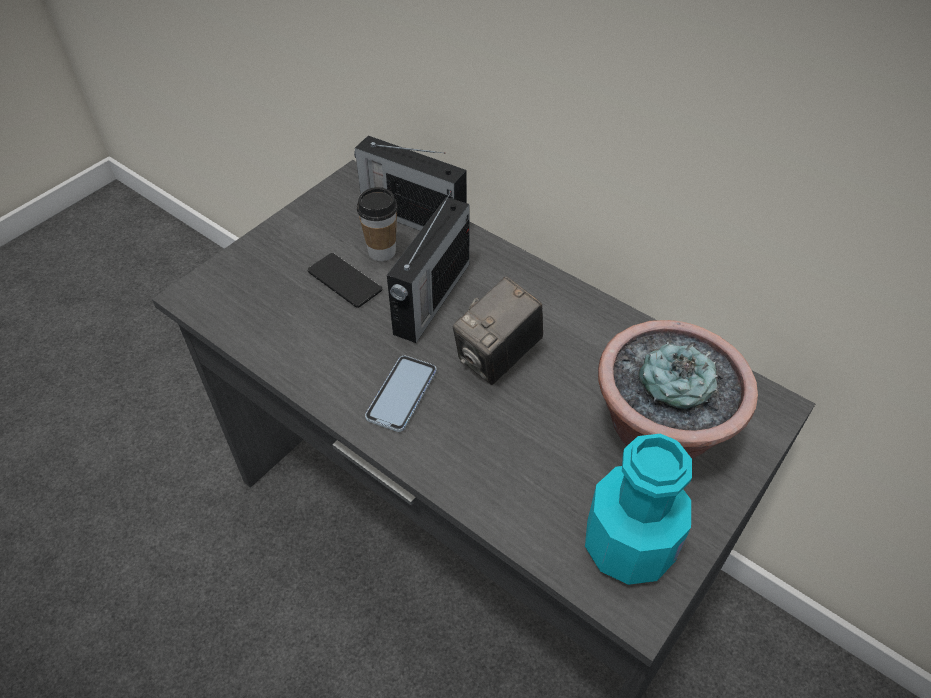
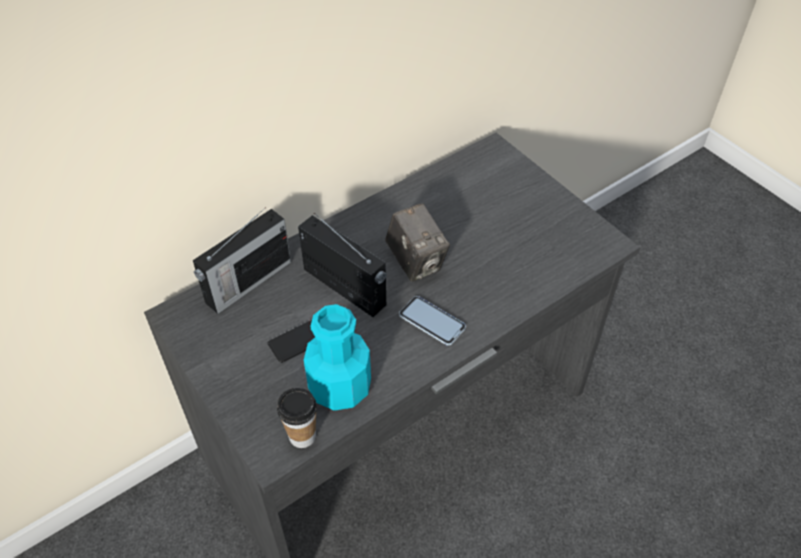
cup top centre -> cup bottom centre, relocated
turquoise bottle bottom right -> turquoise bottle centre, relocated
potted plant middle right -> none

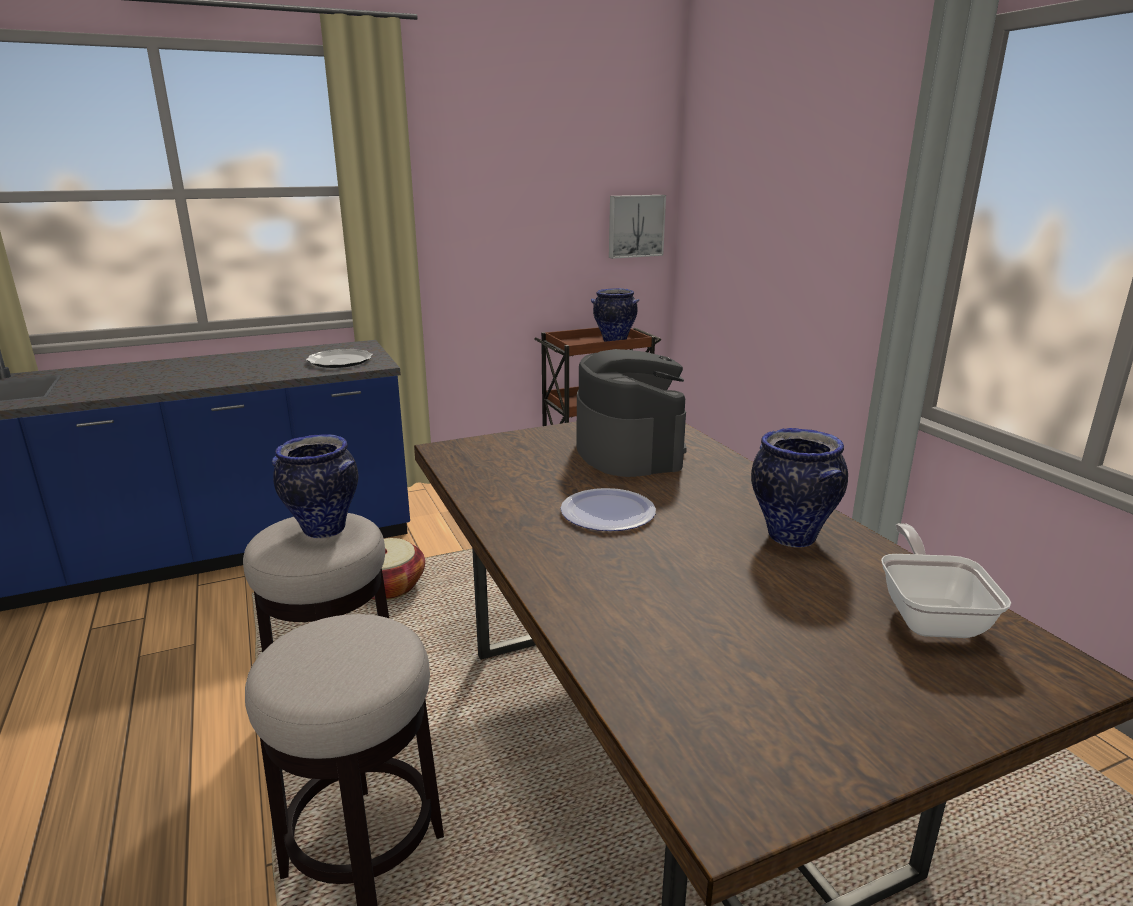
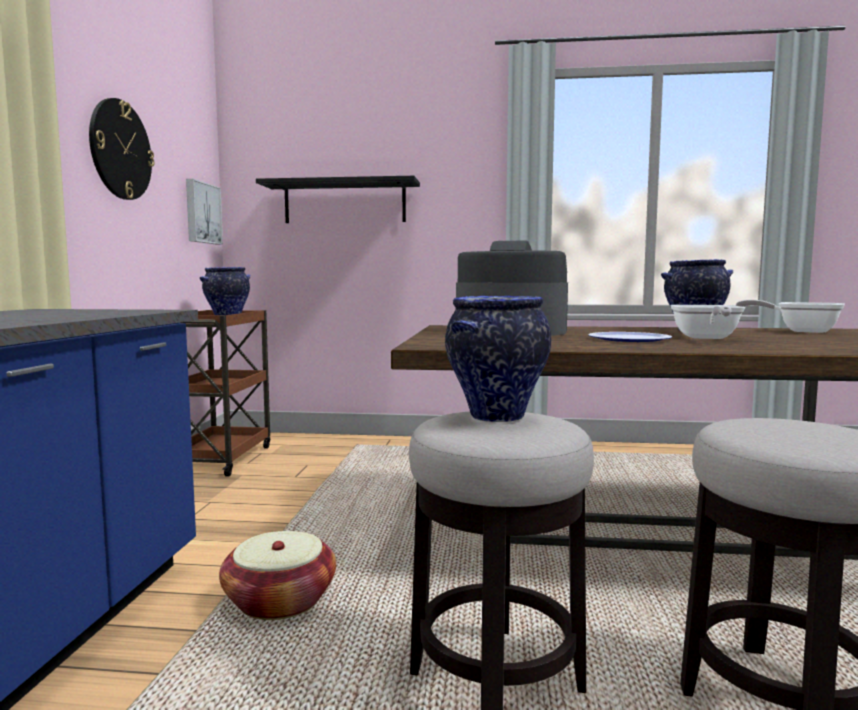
plate (no. 1 from left) middle left -> none
none -> wall clock top left
none -> black shelf top centre
none -> frying pan (no. 1 from left) middle right

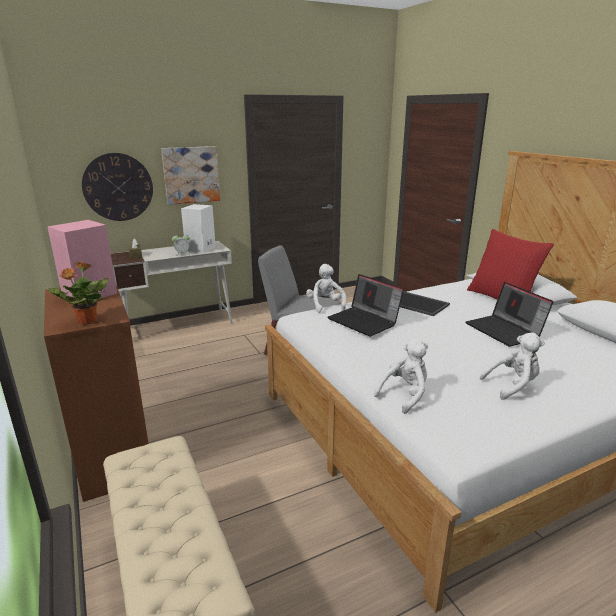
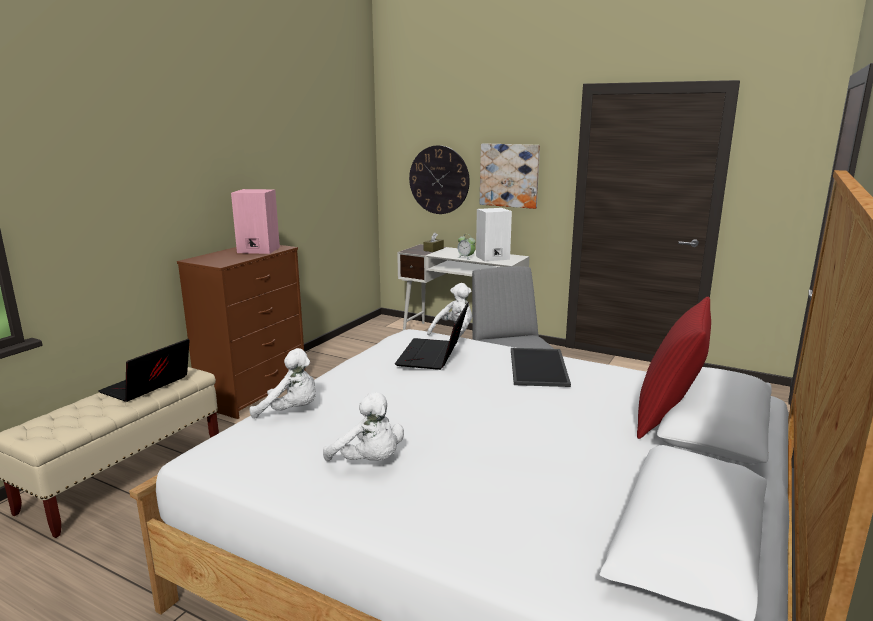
potted plant middle left -> none
laptop (no. 2 from left in the first image) middle right -> laptop (no. 1 from left) middle left, relocated

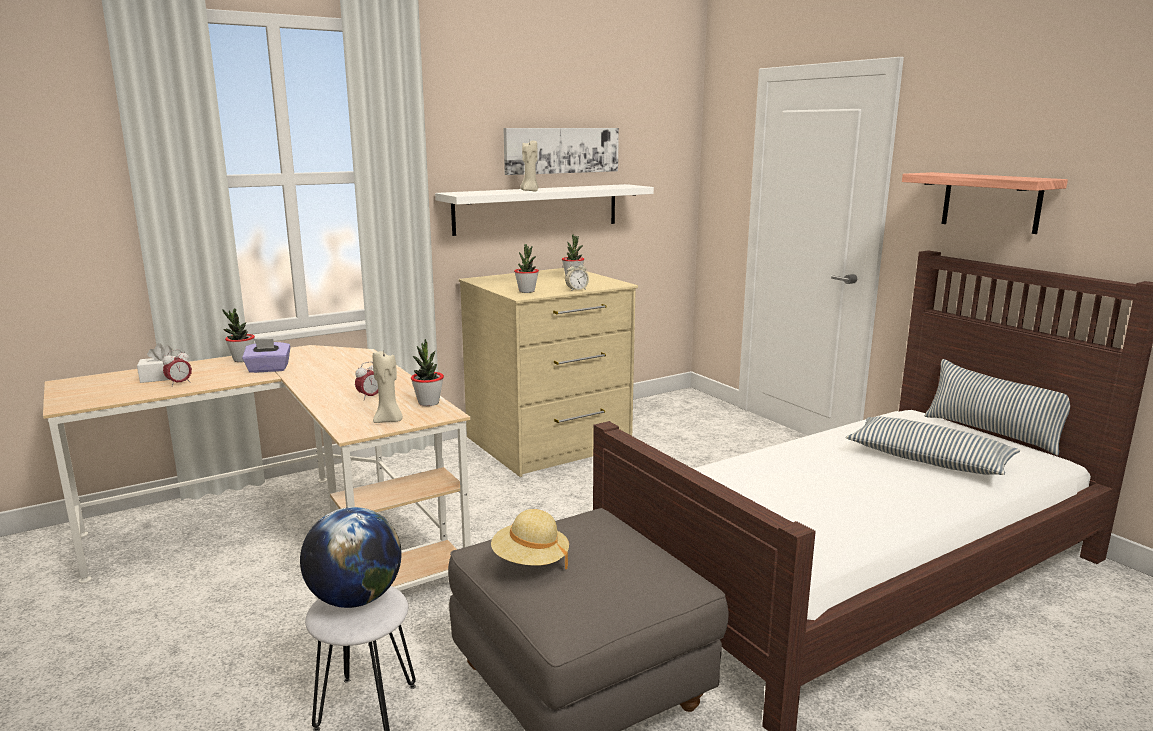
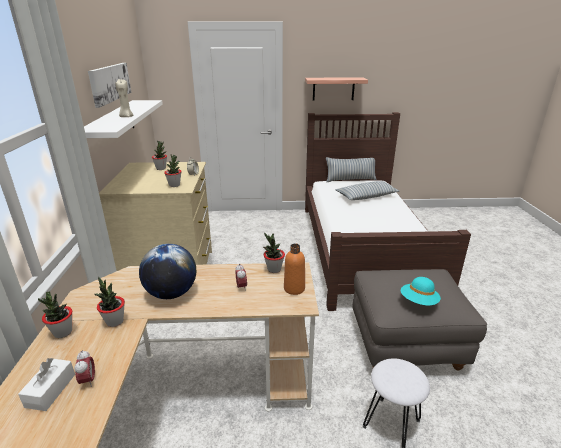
purple tissue box middle left -> potted plant (no. 2 from left) bottom left
globe bottom left -> globe middle left, relocated
beige candle (no. 1 from left) centre -> orange bottle centre
beige hat bottom centre -> turquoise hat middle right

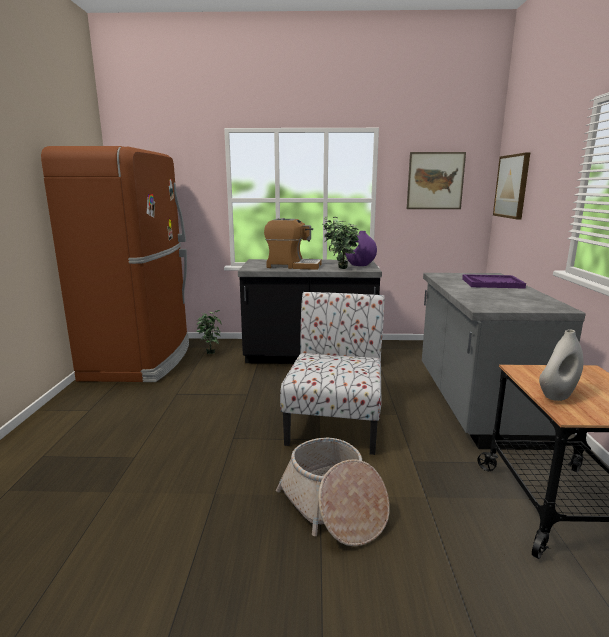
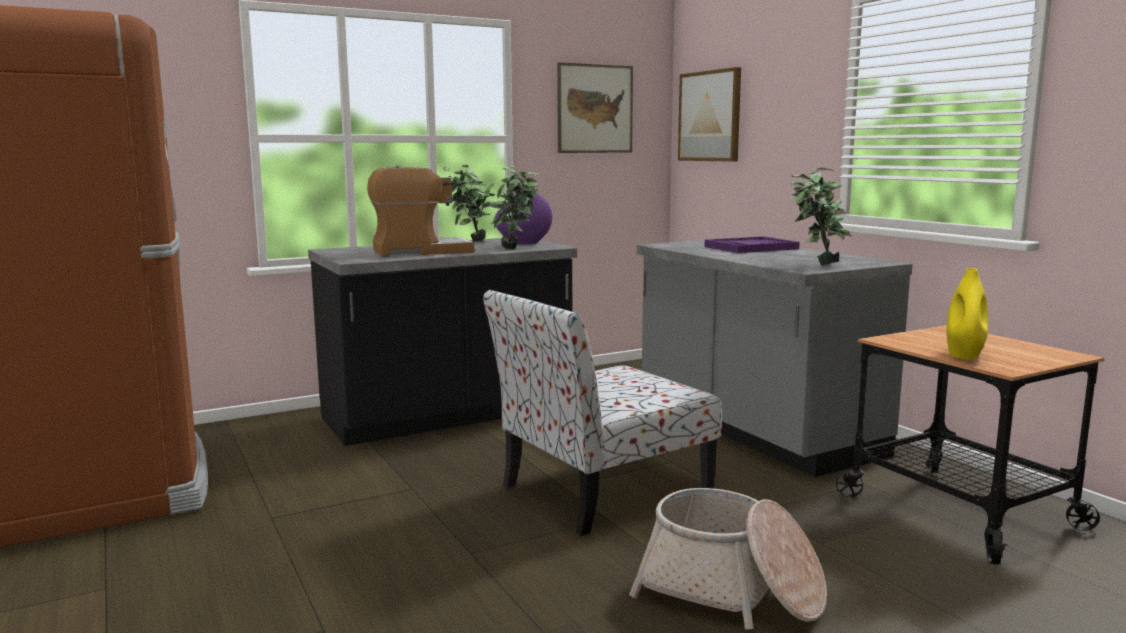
potted plant (no. 1 from left in the first image) centre -> potted plant (no. 3 from left) middle right, relocated
chair centre, 105 degrees counterclockwise
white vase middle right -> yellow vase middle right

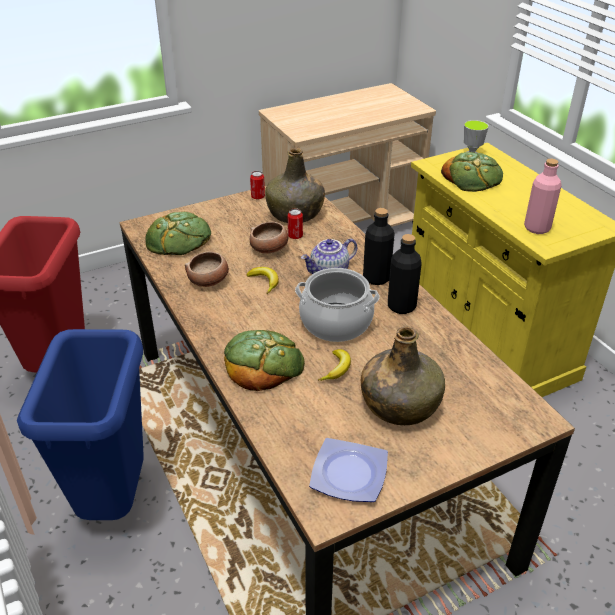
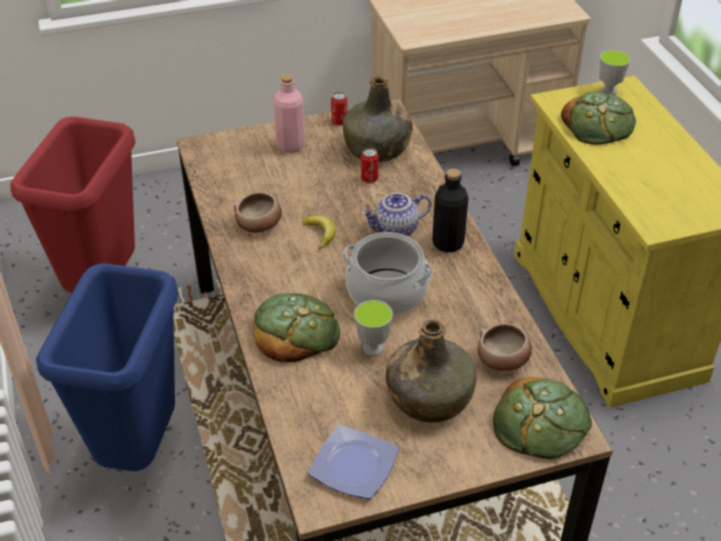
bread (no. 1 from left in the first image) middle left -> bread (no. 2 from left) bottom right, relocated
bowl (no. 2 from left) centre -> bowl (no. 2 from left) middle right, relocated
banana (no. 2 from left) centre -> cup (no. 1 from left) centre
black bottle (no. 2 from left) centre -> none
pink bottle top right -> pink bottle top centre, relocated

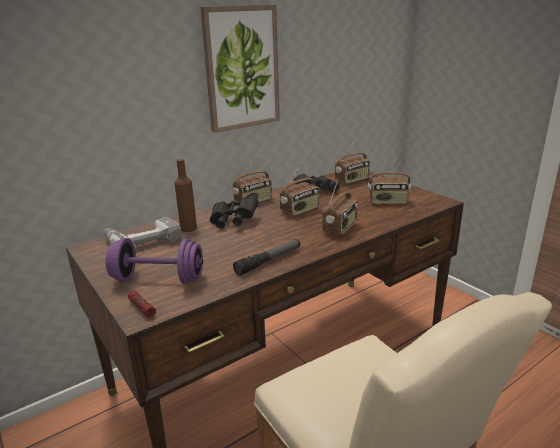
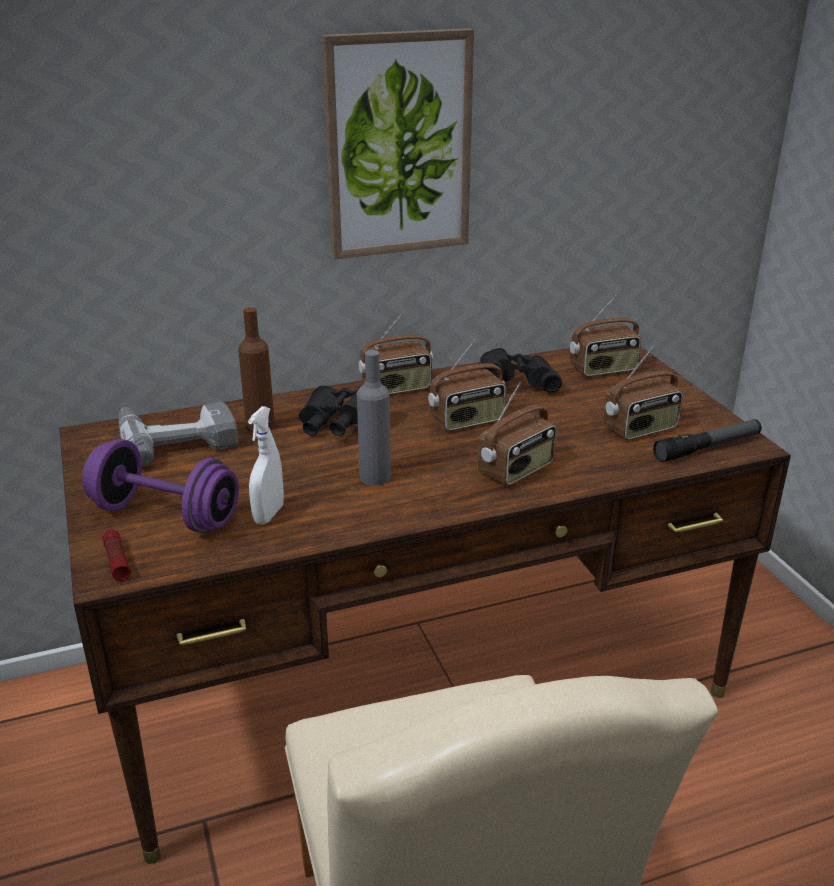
flashlight (no. 2 from left) centre -> flashlight (no. 2 from left) middle right, relocated
radio (no. 5 from left) middle right, 45 degrees counterclockwise
none -> white spray bottle middle left
none -> grey bottle centre

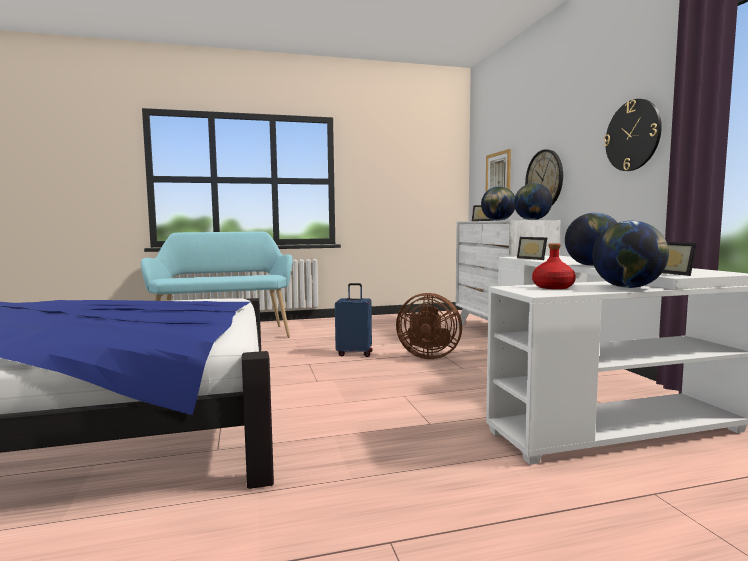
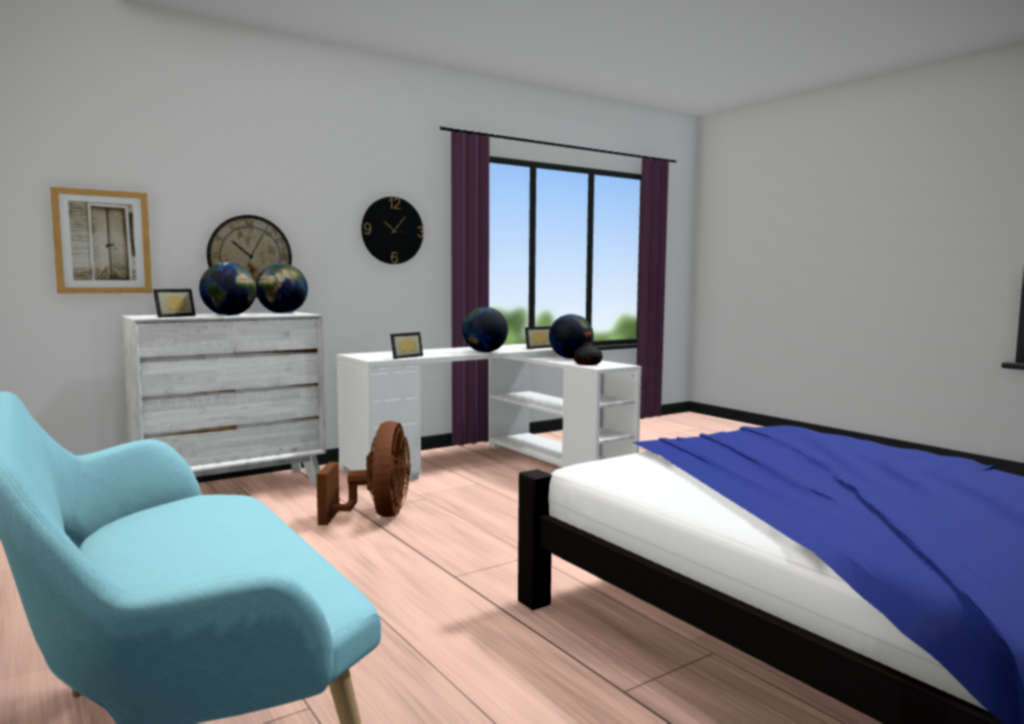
blue suitcase centre -> none
red bottle middle right -> black bottle centre

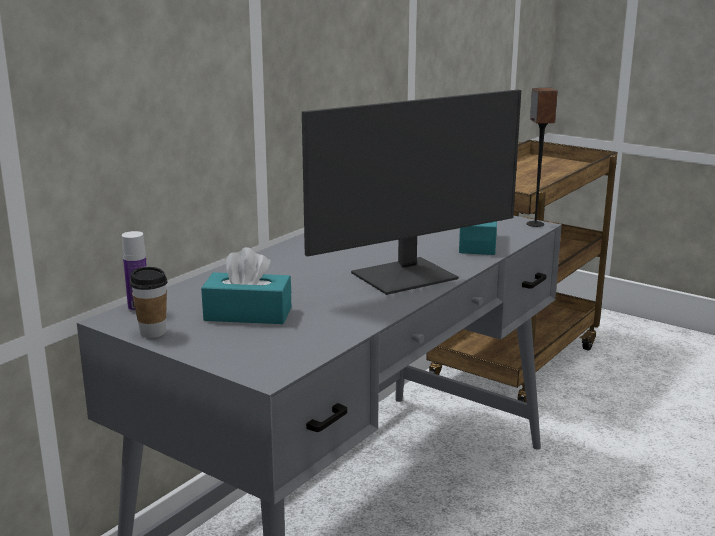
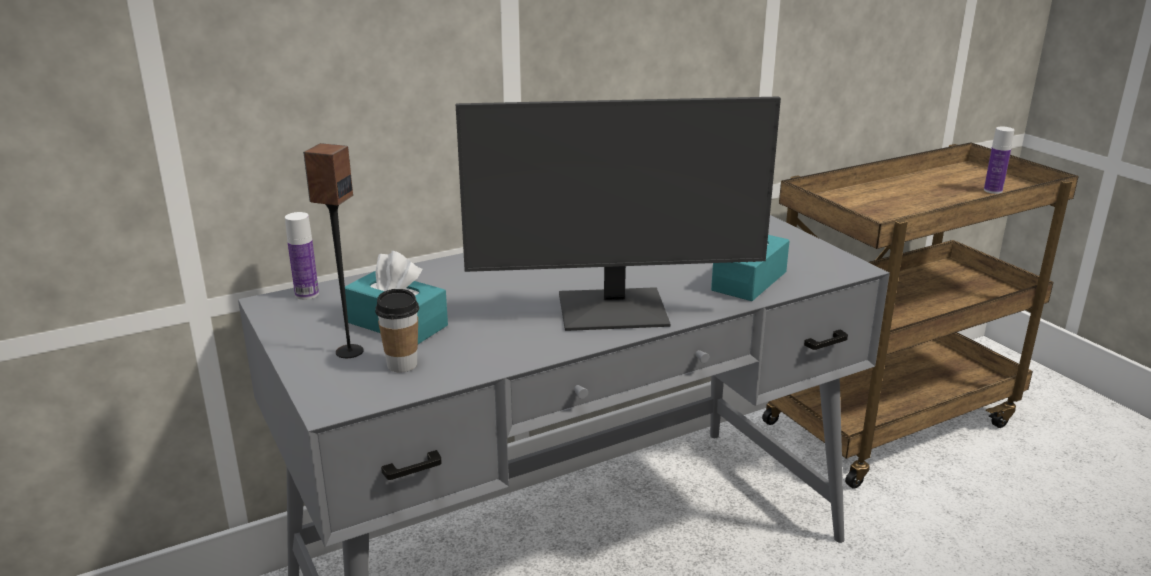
cup middle left -> cup centre, relocated
speaker top right -> speaker middle left, relocated
none -> bottle (no. 2 from left) top right

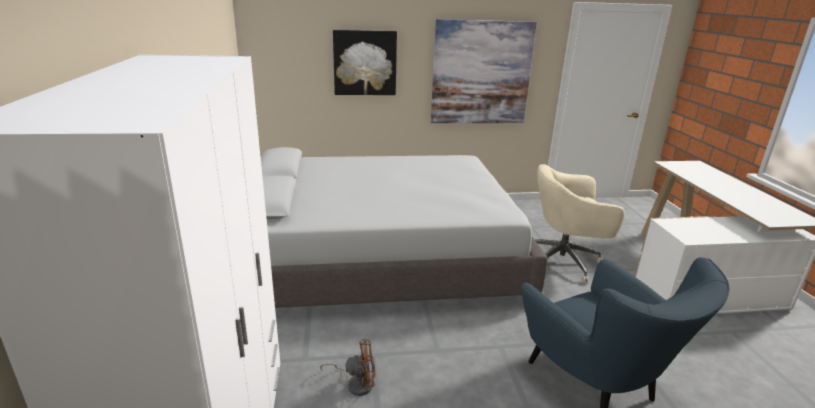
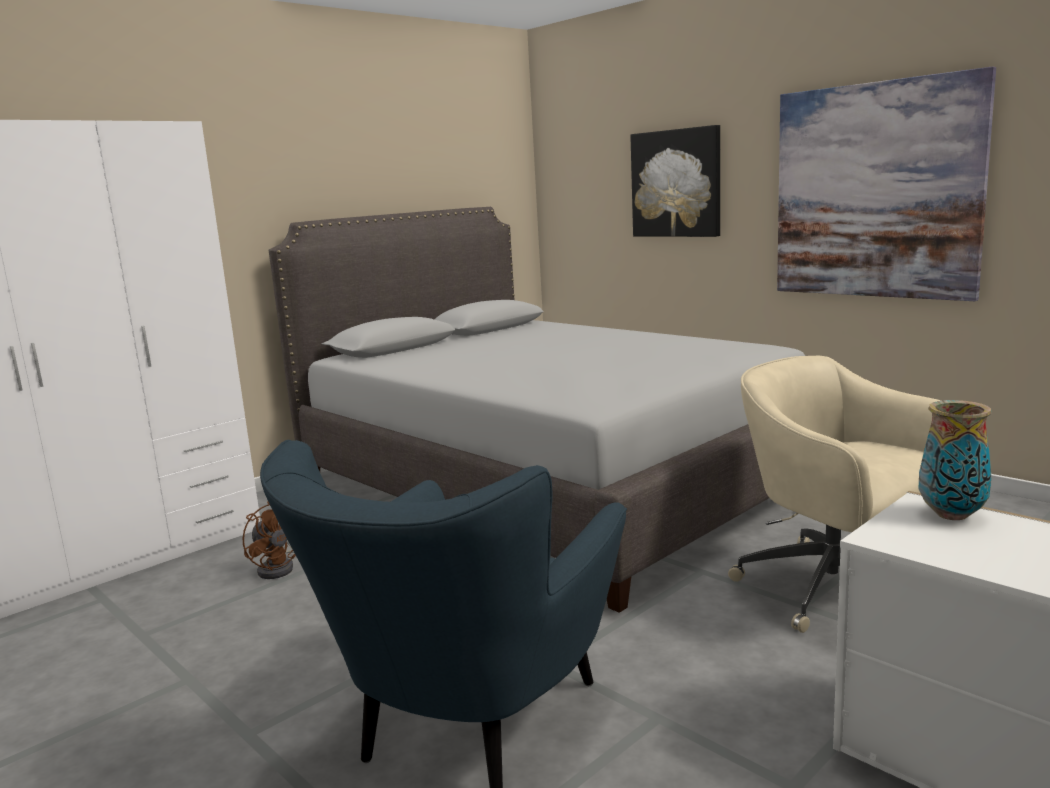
none -> vase middle right

